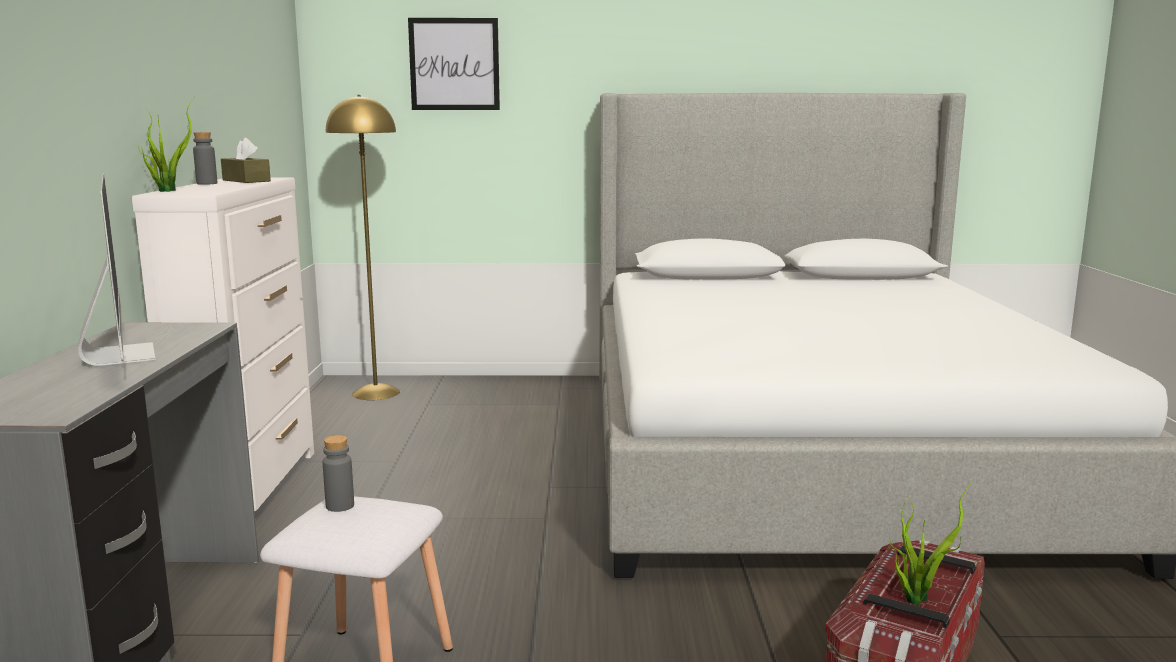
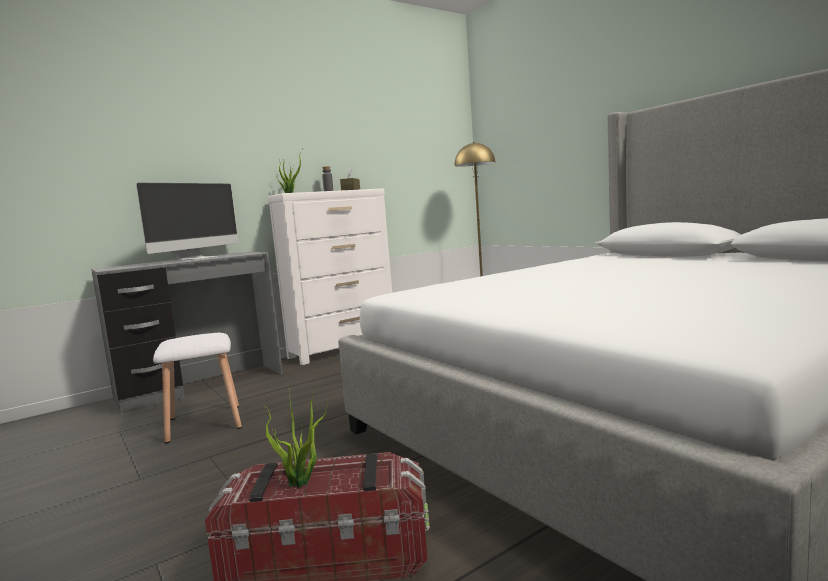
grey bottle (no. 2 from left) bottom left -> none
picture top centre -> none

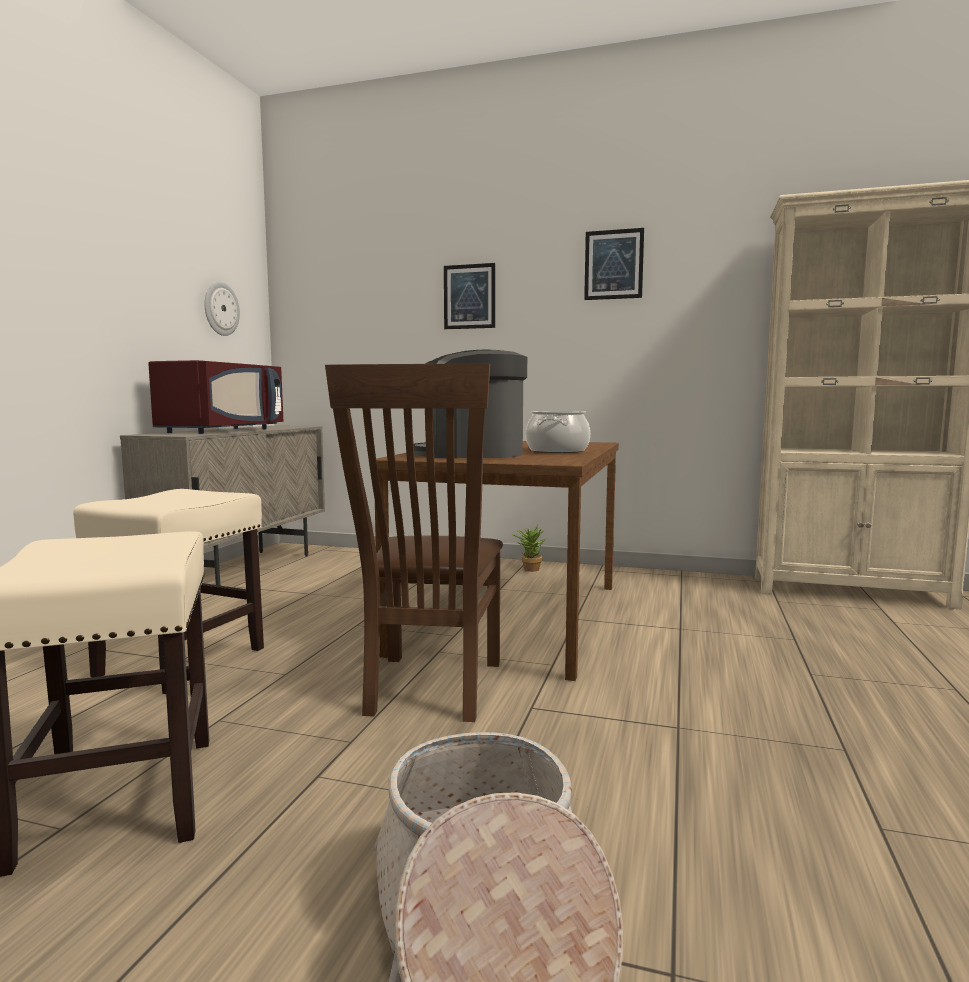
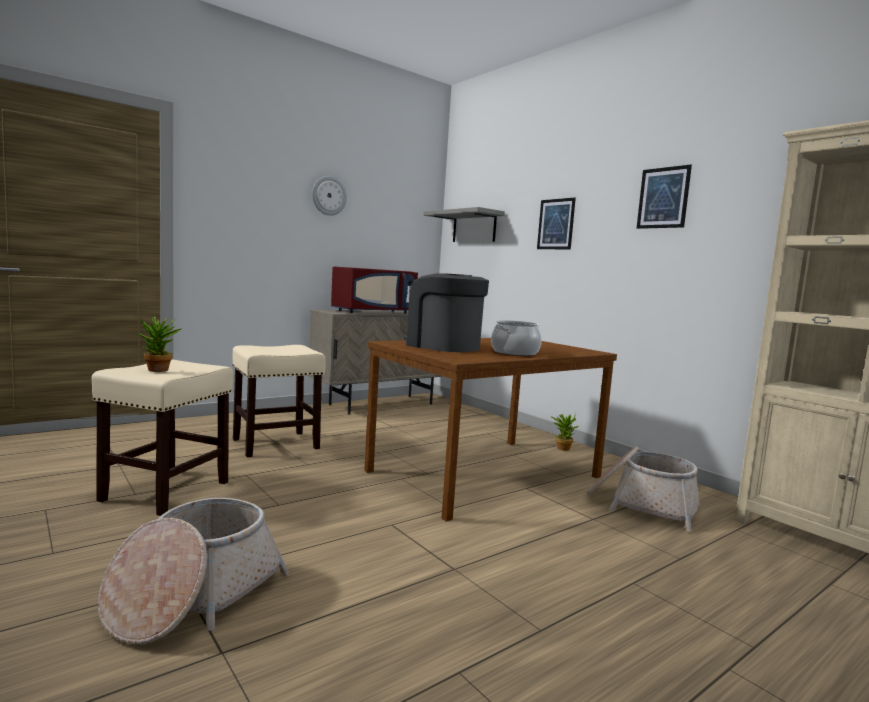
wall clock top left -> wall clock top centre, relocated
brown chair centre -> none
none -> potted plant (no. 1 from left) middle left
none -> grey shelf top centre
none -> basket (no. 2 from left) bottom right

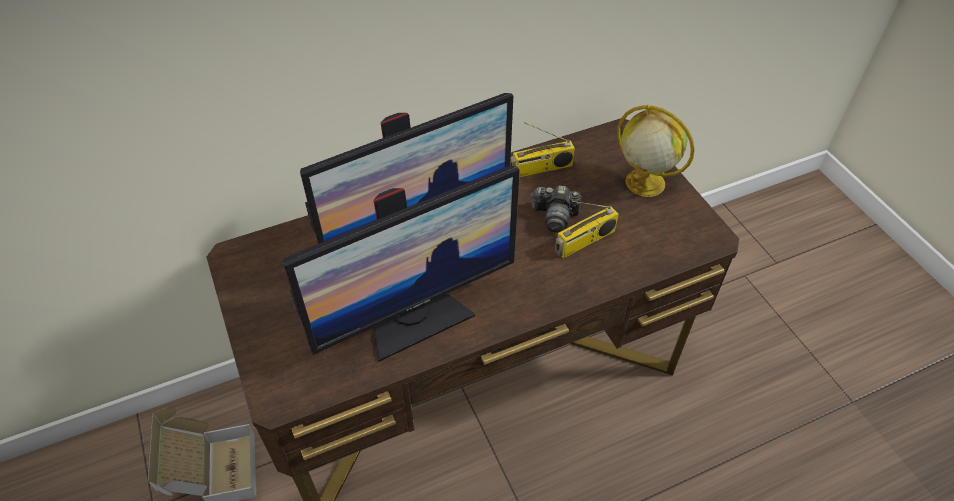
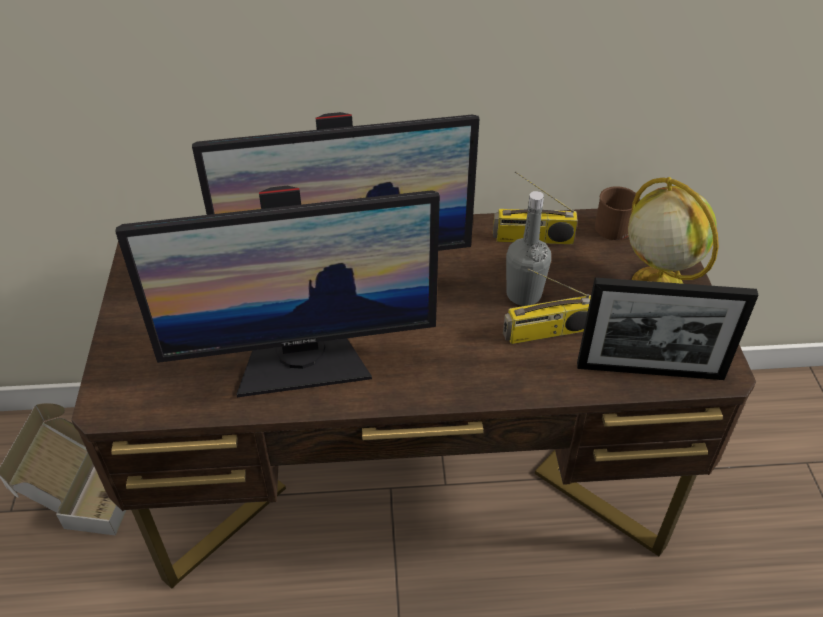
photo camera centre -> grey bottle centre
none -> picture frame middle right
none -> brown mug middle right

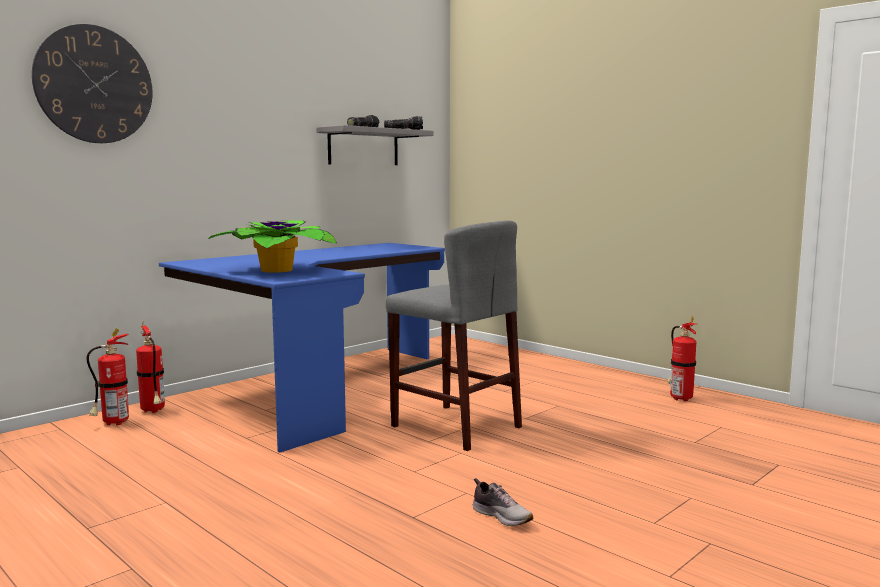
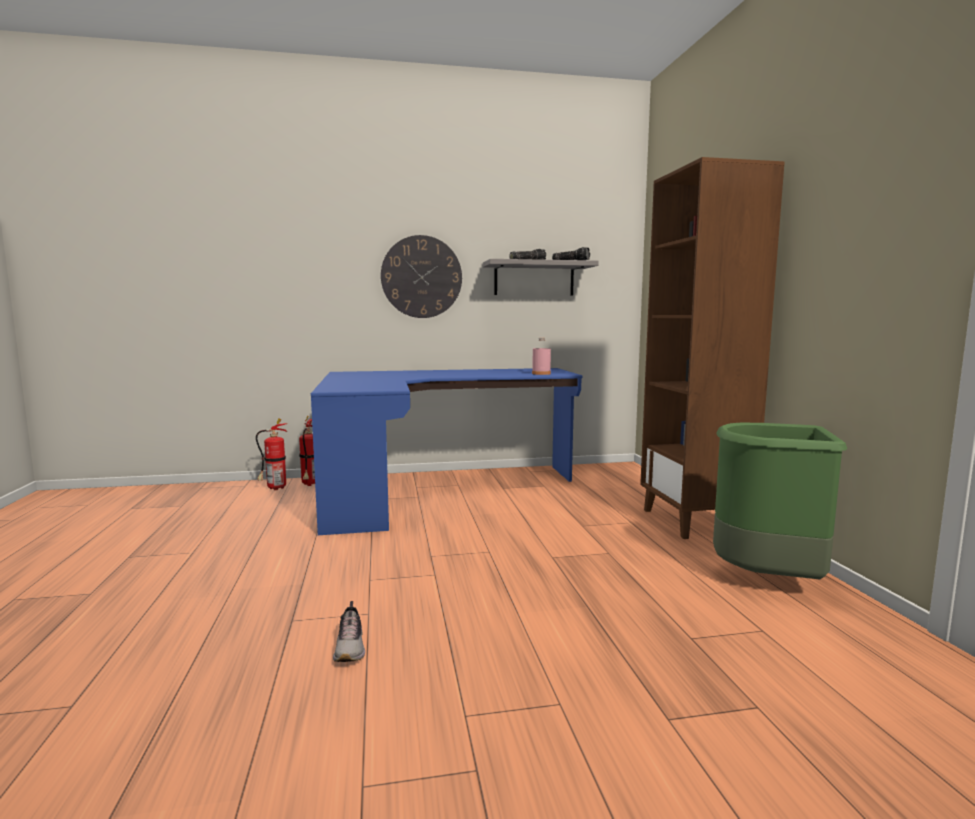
wall clock top left -> wall clock centre, relocated
potted plant middle left -> none
grey stool centre -> none
fire extinguisher (no. 3 from left) middle right -> green trash can middle right
none -> pink bottle centre
none -> brown bookcase middle right

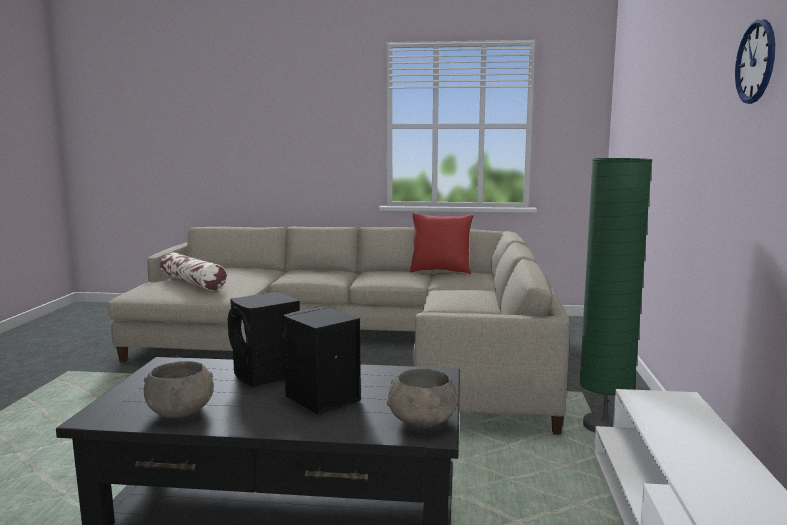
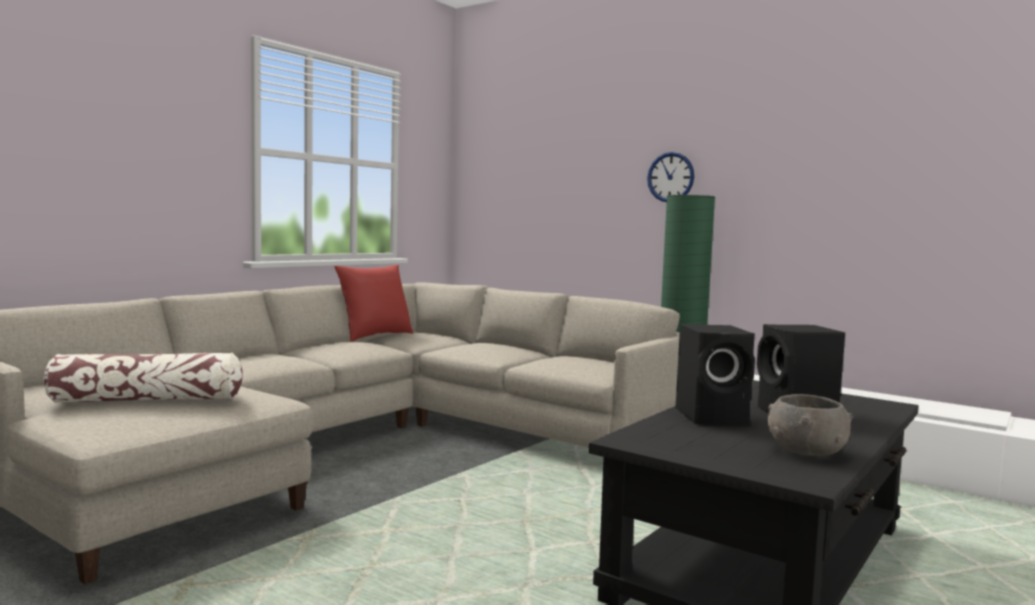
grey bowl (no. 2 from left) bottom centre -> none
wall clock top right -> wall clock top centre, relocated

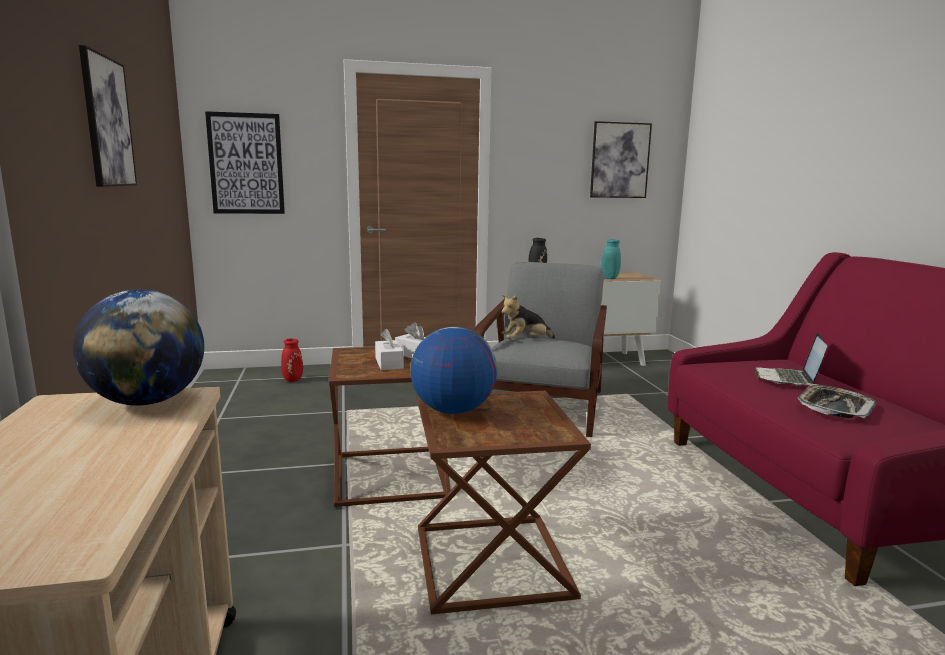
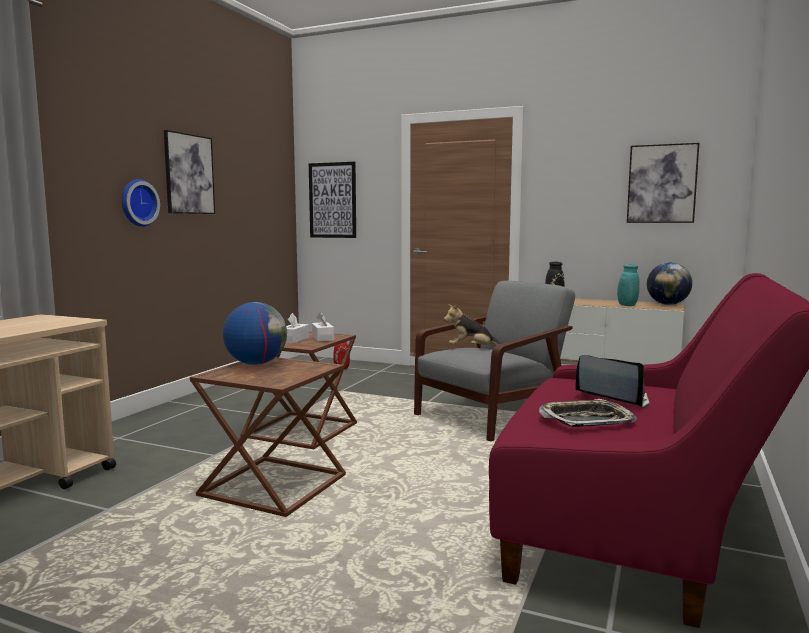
globe (no. 1 from left in the first image) middle left -> globe (no. 2 from left) middle right, relocated
laptop middle right, 75 degrees clockwise
none -> wall clock top left

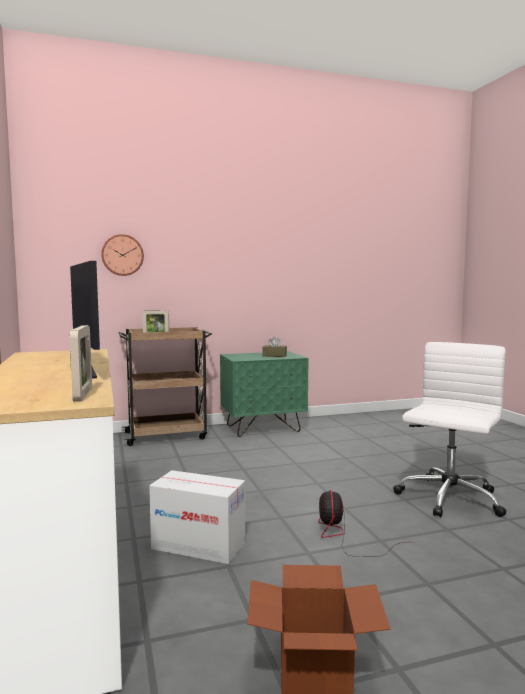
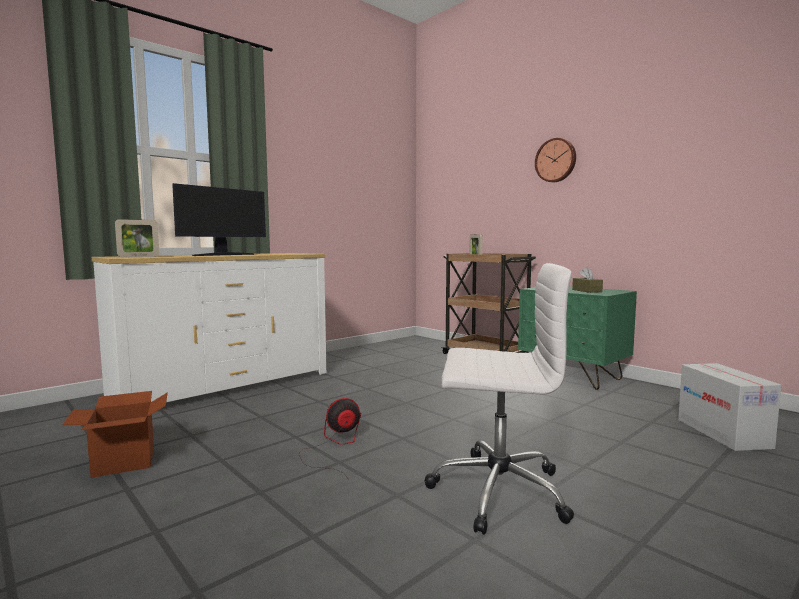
wall clock middle left -> wall clock top right, relocated
cardboard box (no. 1 from left in the first image) bottom centre -> cardboard box (no. 2 from left) bottom right, relocated

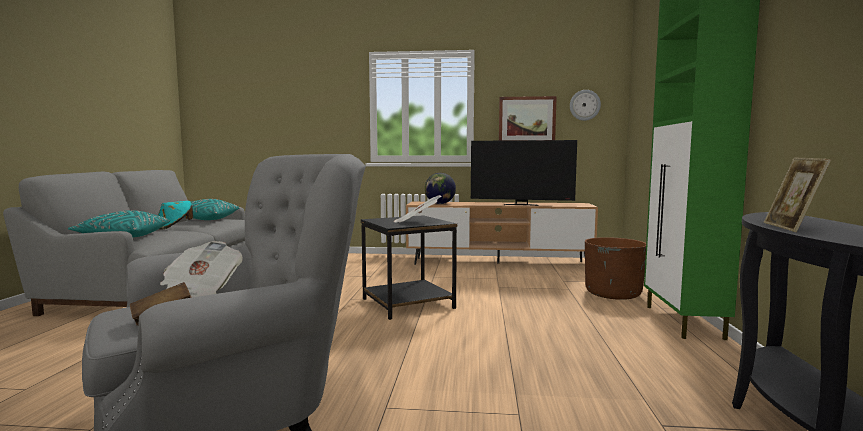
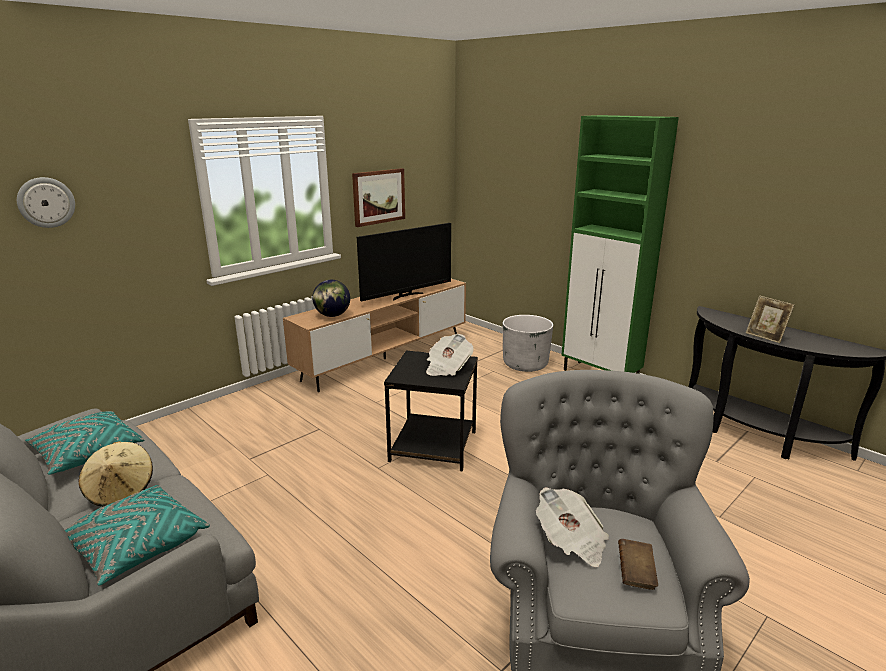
turquoise hat middle left -> beige hat bottom left
wall clock top right -> wall clock top left, relocated
brown planter middle right -> white planter centre

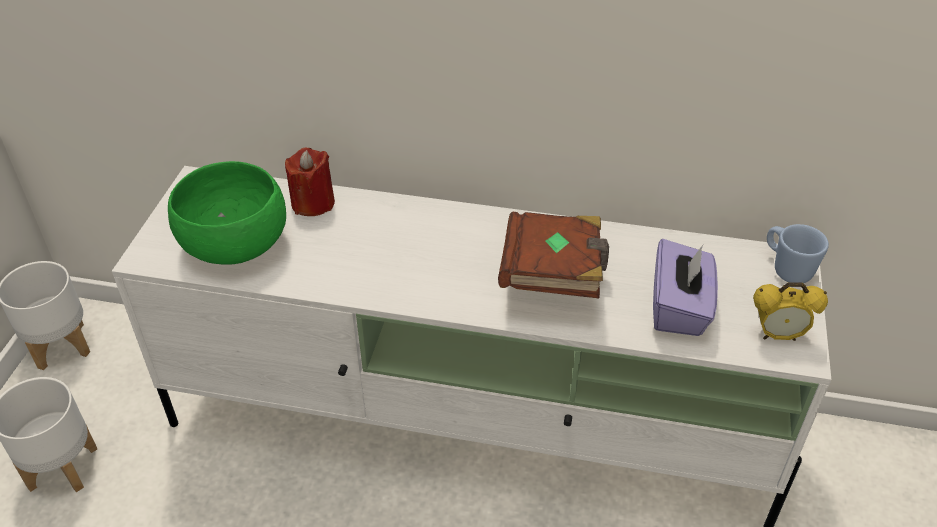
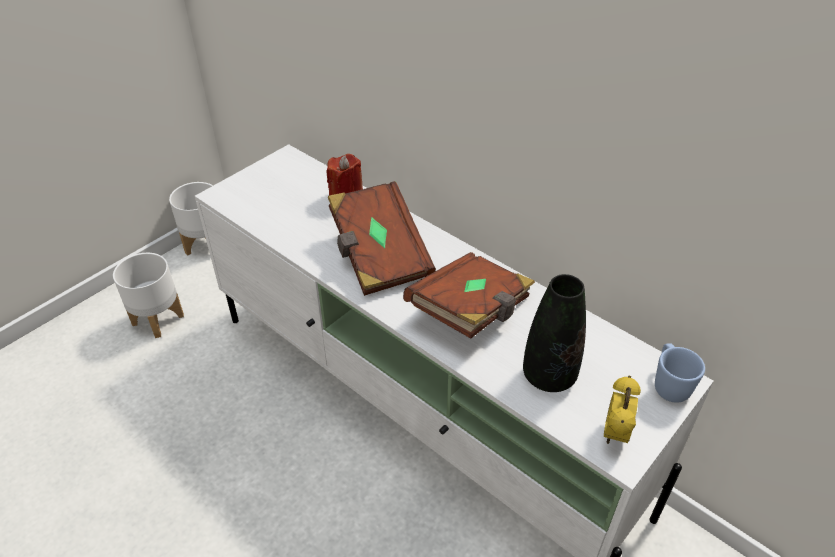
green bowl middle left -> none
purple tissue box middle right -> black vase centre
alarm clock middle right -> alarm clock bottom right, 75 degrees clockwise
none -> brown book (no. 1 from left) centre

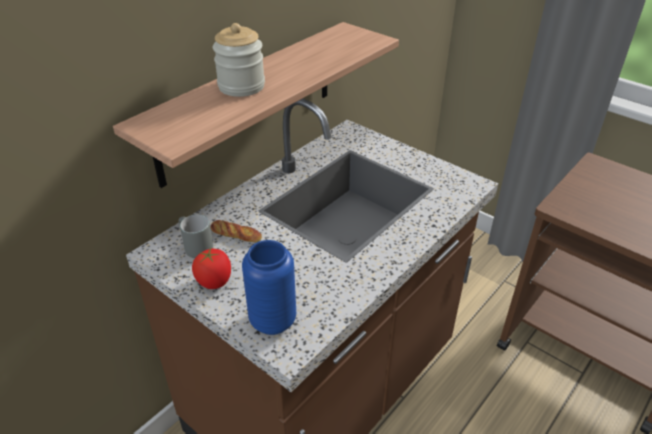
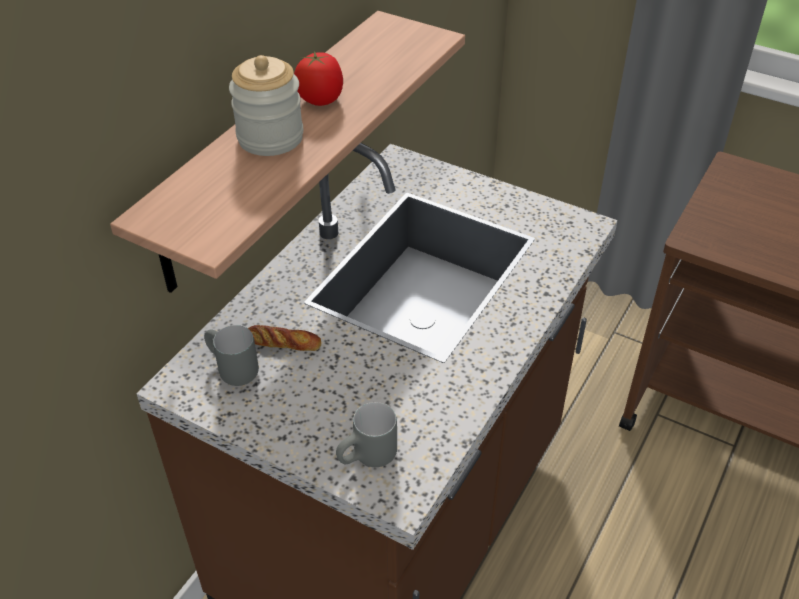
tomato middle left -> tomato top centre, relocated
blue vase centre -> grey mug (no. 2 from left) bottom centre

